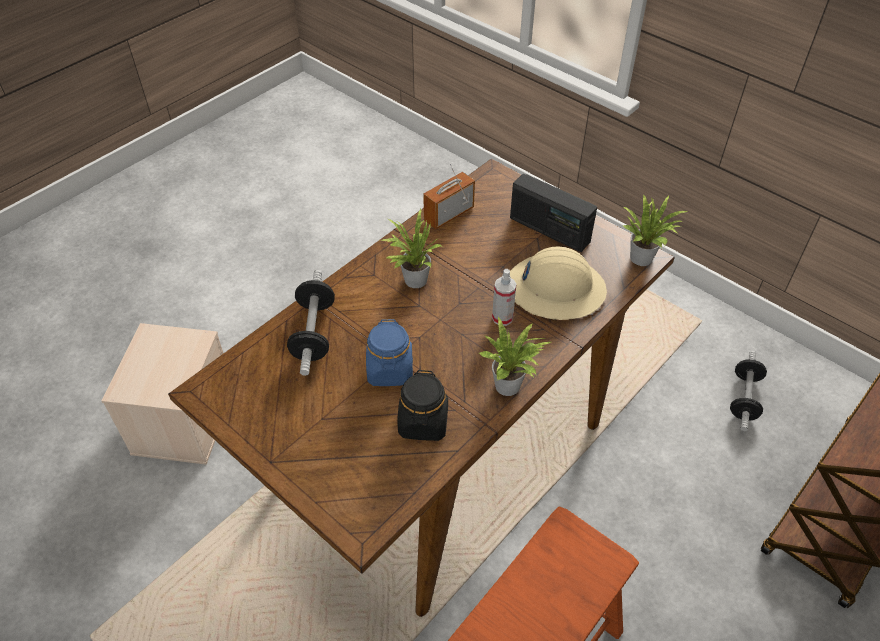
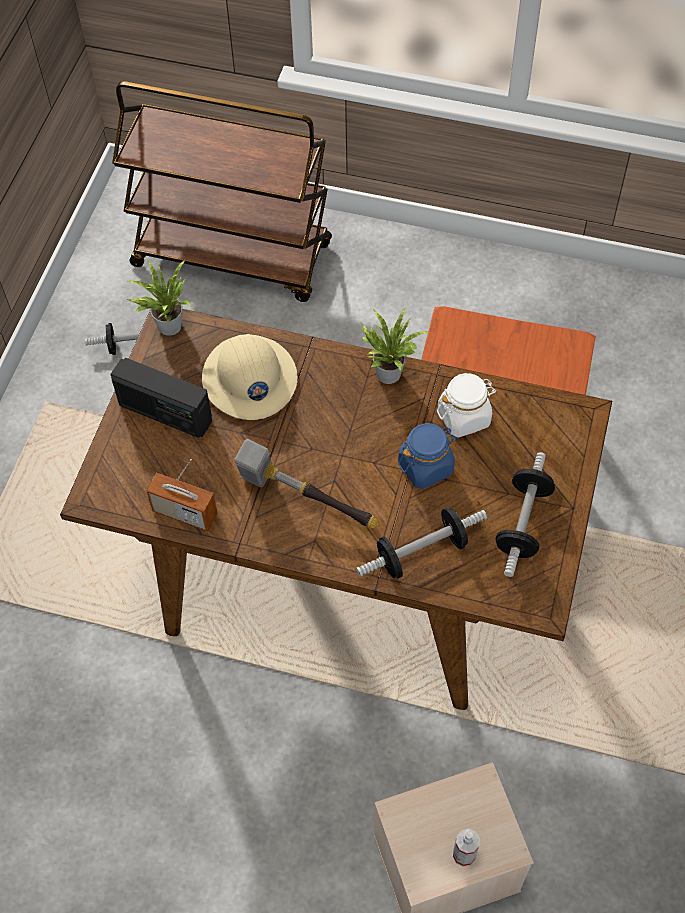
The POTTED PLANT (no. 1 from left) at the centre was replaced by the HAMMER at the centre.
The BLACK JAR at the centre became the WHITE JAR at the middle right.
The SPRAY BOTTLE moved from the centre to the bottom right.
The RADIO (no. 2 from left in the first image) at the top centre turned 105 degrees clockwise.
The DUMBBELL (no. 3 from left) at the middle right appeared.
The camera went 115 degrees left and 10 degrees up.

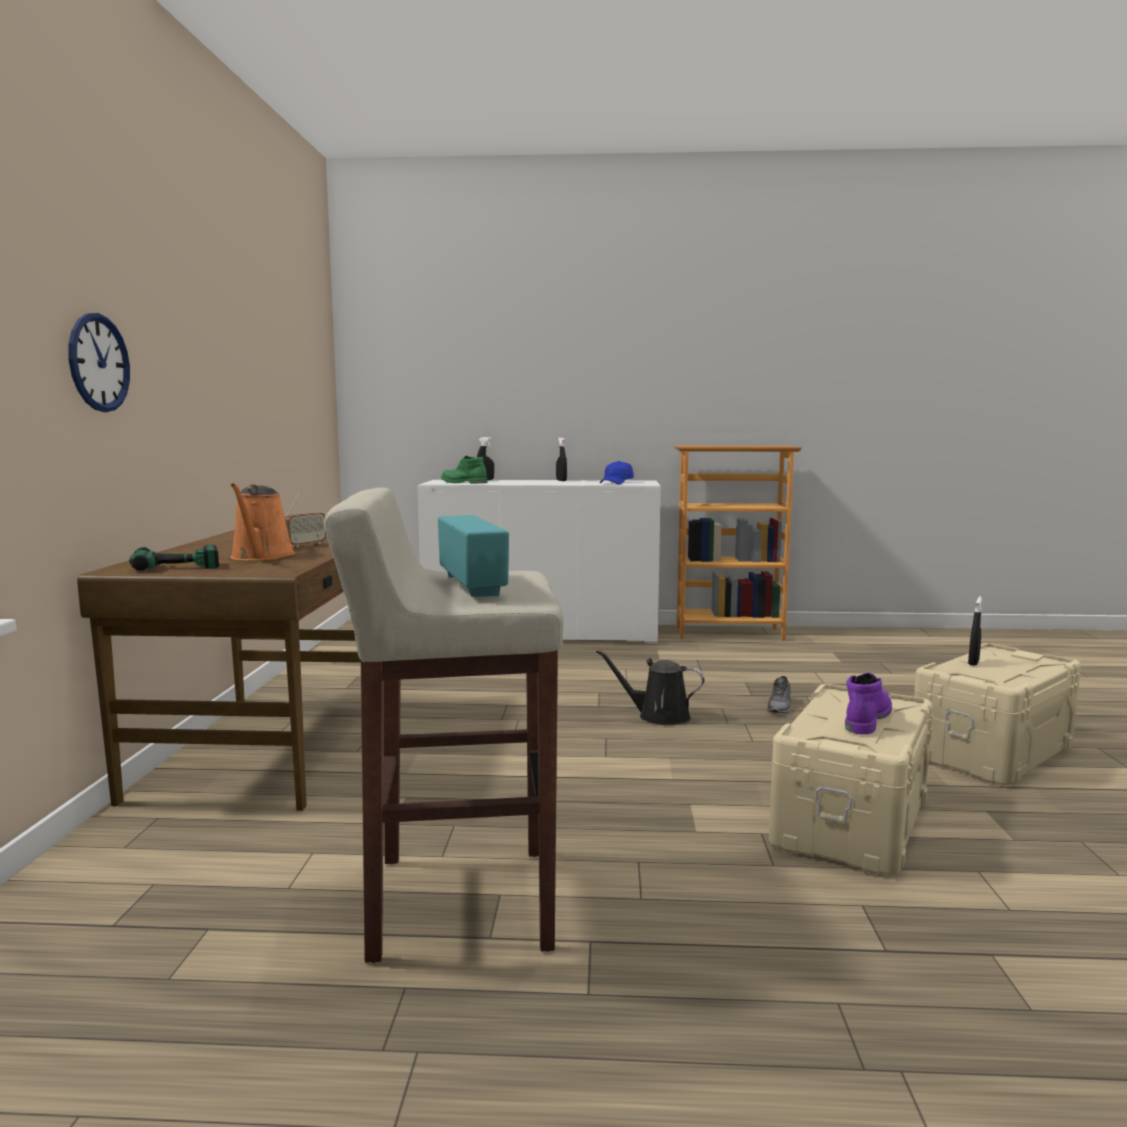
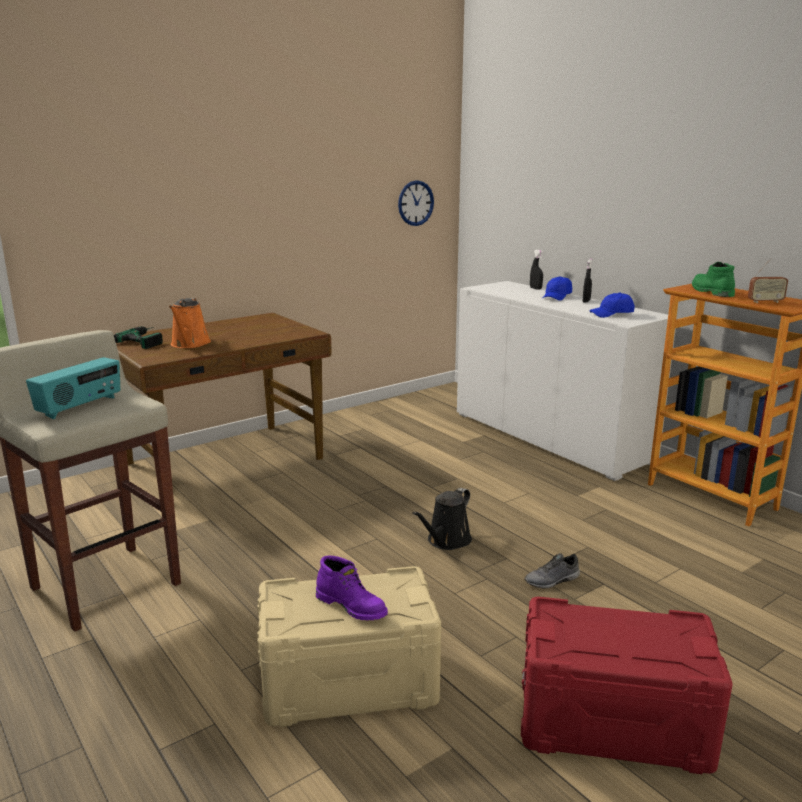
The WALL CLOCK moved from the top left to the top centre.
The ORANGE WATERING CAN at the middle left turned 45 degrees counterclockwise.
The RADIO (no. 1 from left in the first image) moved from the middle left to the middle right.
The GREEN BOOT moved from the centre to the middle right.
The BLACK WATERING CAN at the centre turned 120 degrees counterclockwise.
The PURPLE BOOT at the middle right turned 45 degrees clockwise.
The BEIGE STORAGE BOX (no. 2 from left) at the middle right became the RED STORAGE BOX at the bottom right.
The BLACK SPRAY BOTTLE (no. 3 from left) at the middle right disappeared.
The BLUE CAP (no. 1 from left) at the middle right appeared.
The camera went 50 degrees right and 10 degrees up.

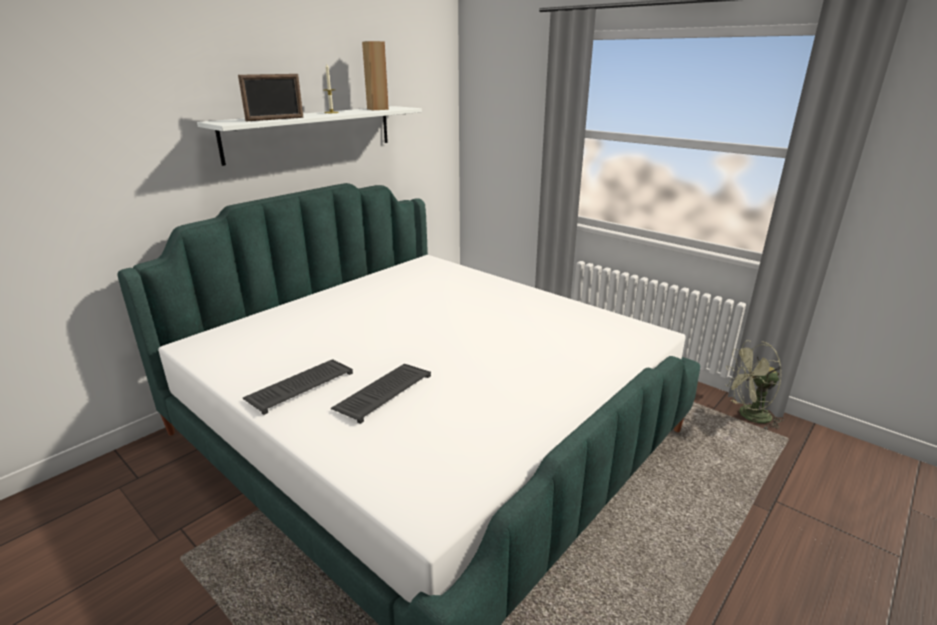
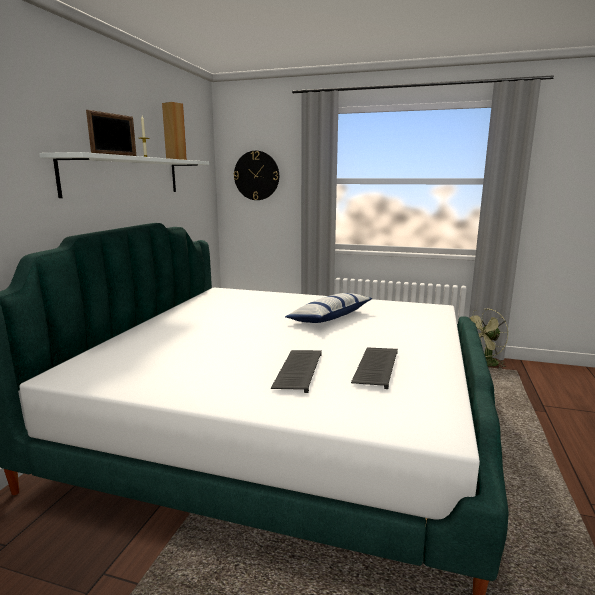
The KEYBOARD (no. 1 from left in the first image) moved from the middle left to the centre.
The WALL CLOCK at the top centre appeared.
The PILLOW at the centre appeared.
The camera went 25 degrees left and 10 degrees down.

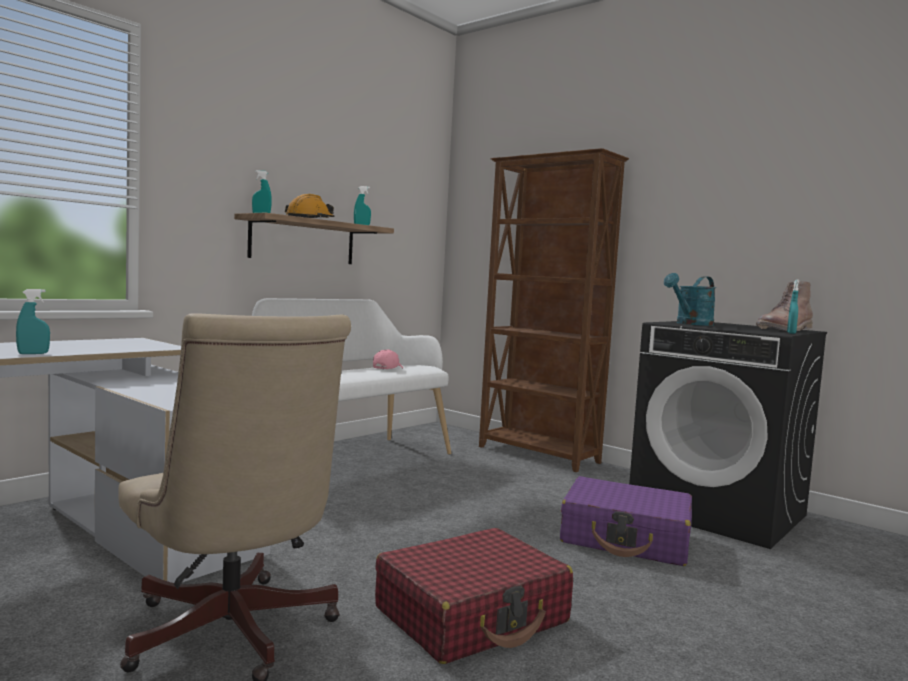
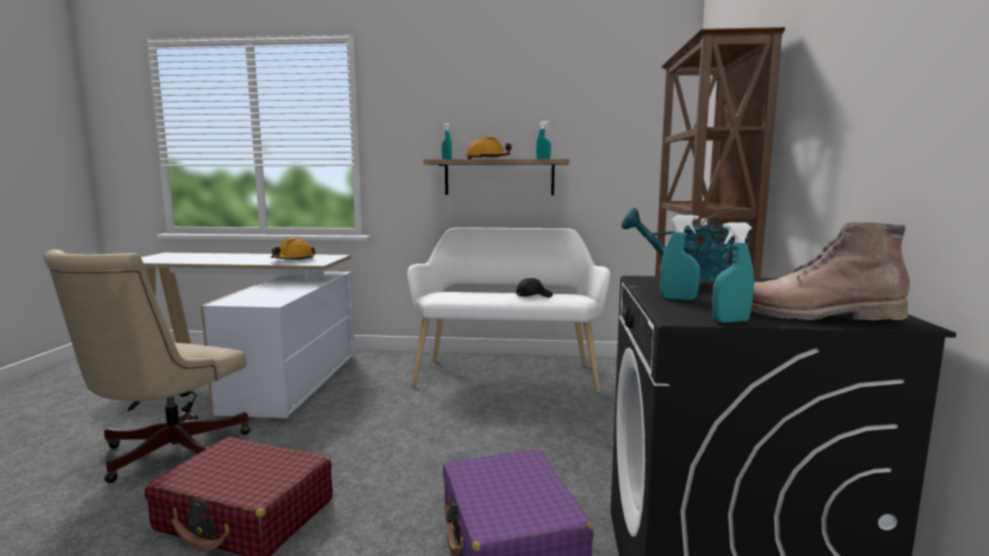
The TURQUOISE SPRAY BOTTLE (no. 1 from left in the first image) moved from the middle left to the middle right.
The PINK CAP at the centre became the BLACK CAP at the centre.
The ORANGE HARD HAT (no. 1 from left) at the middle left appeared.
The camera went 55 degrees right and 5 degrees up.

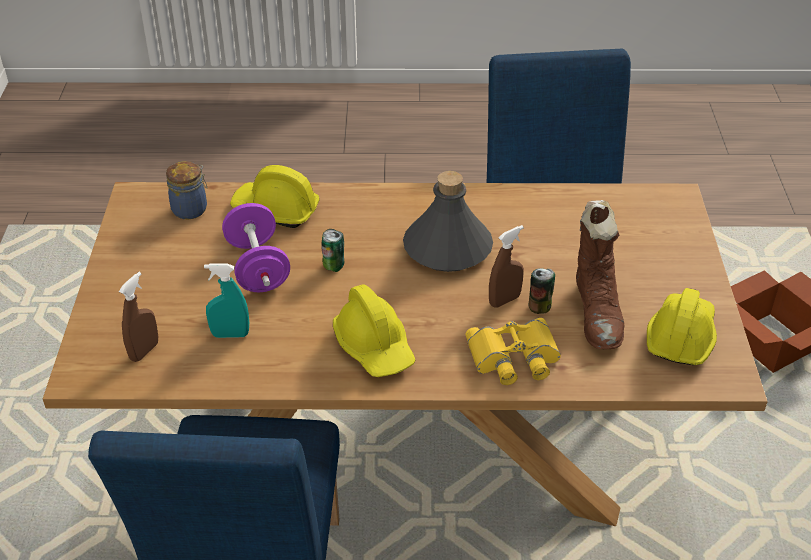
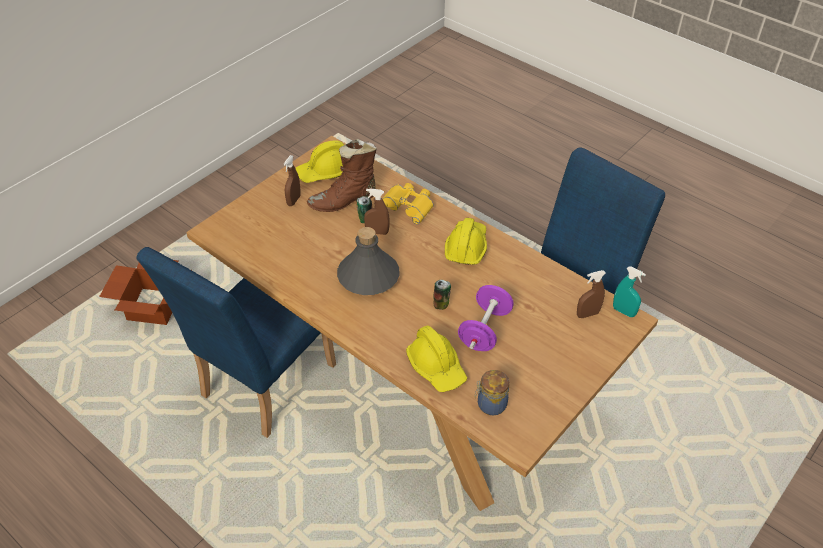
The TURQUOISE SPRAY BOTTLE moved from the middle left to the middle right.
The BROWN BOOT at the middle right turned 150 degrees counterclockwise.
The BROWN SPRAY BOTTLE (no. 1 from left) at the top centre appeared.
The camera went 140 degrees left and 5 degrees up.

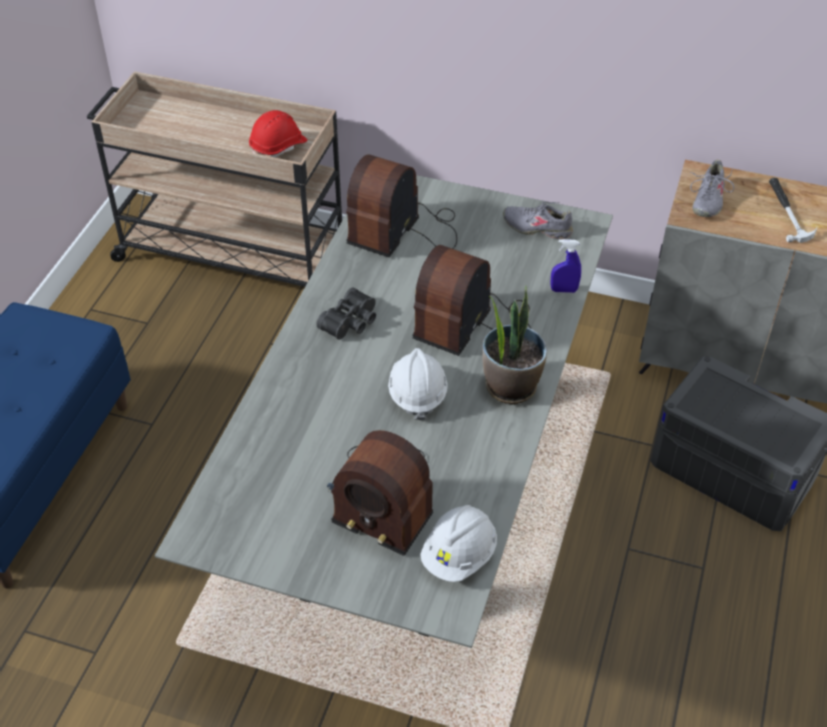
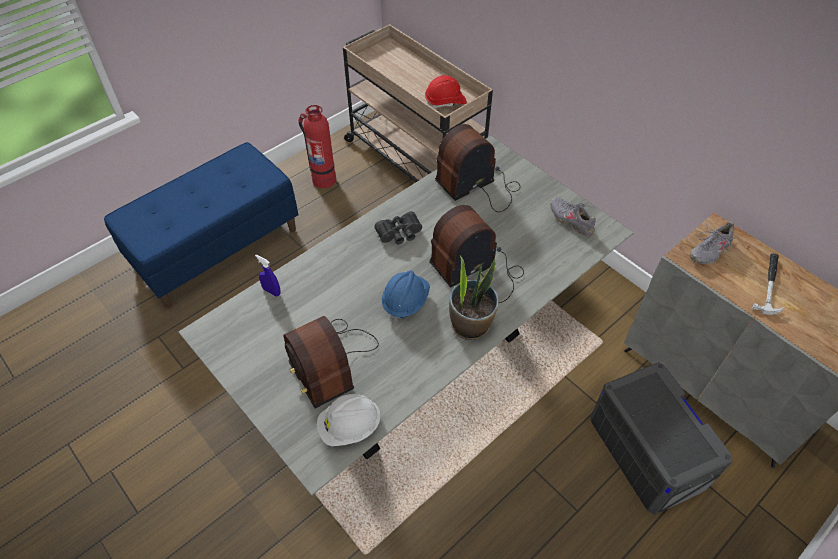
The WHITE HARD HAT (no. 1 from left) at the centre became the BLUE HARD HAT at the centre.
The BLUE SPRAY BOTTLE moved from the middle right to the middle left.
The FIRE EXTINGUISHER at the top centre appeared.
The camera went 30 degrees right and 5 degrees up.

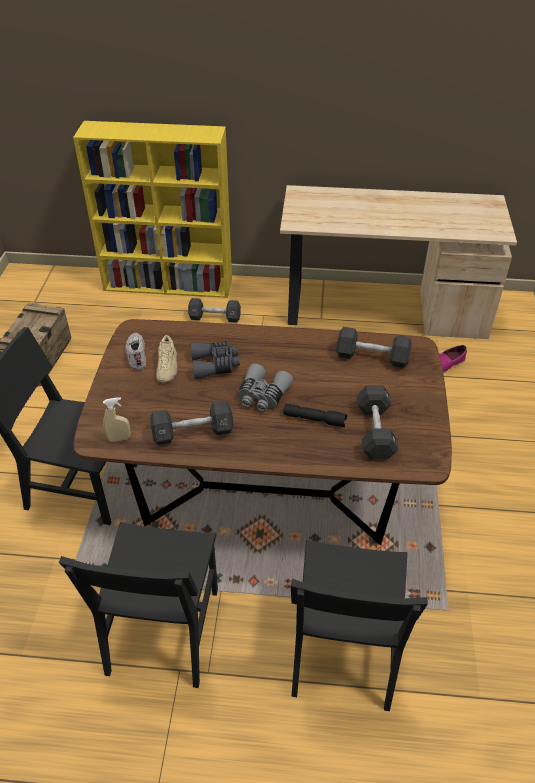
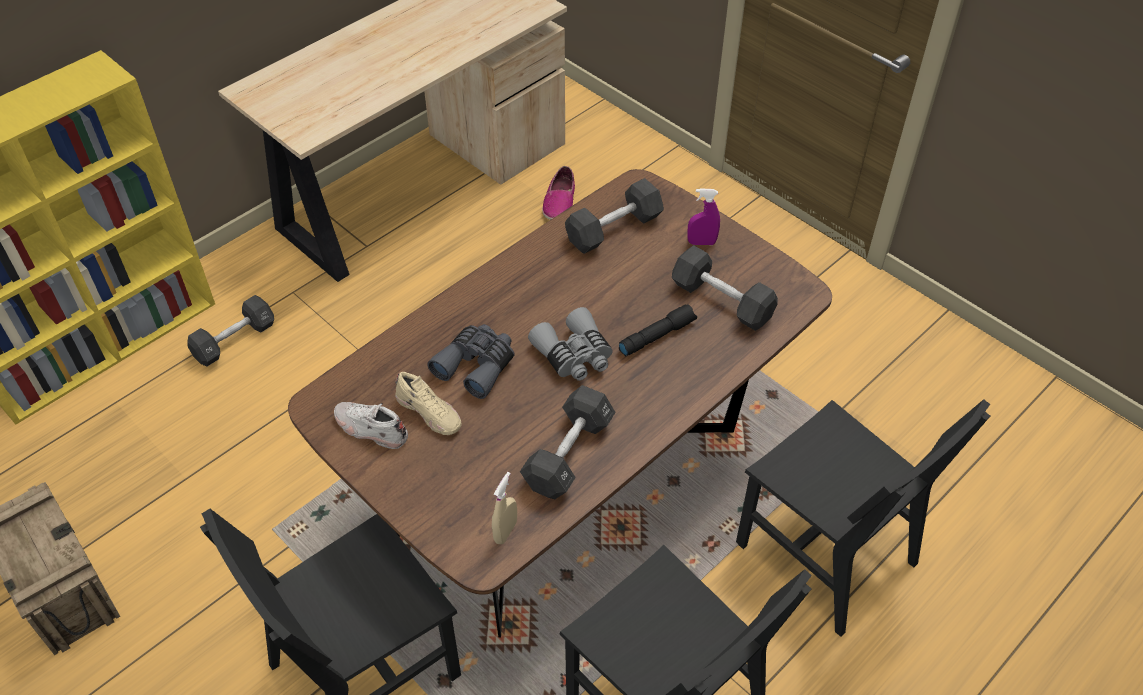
The PURPLE SPRAY BOTTLE at the top centre appeared.
The camera went 50 degrees left and 5 degrees up.

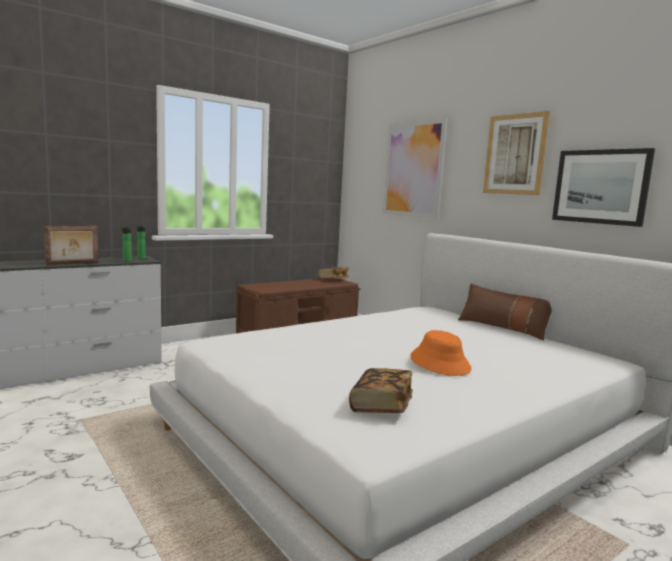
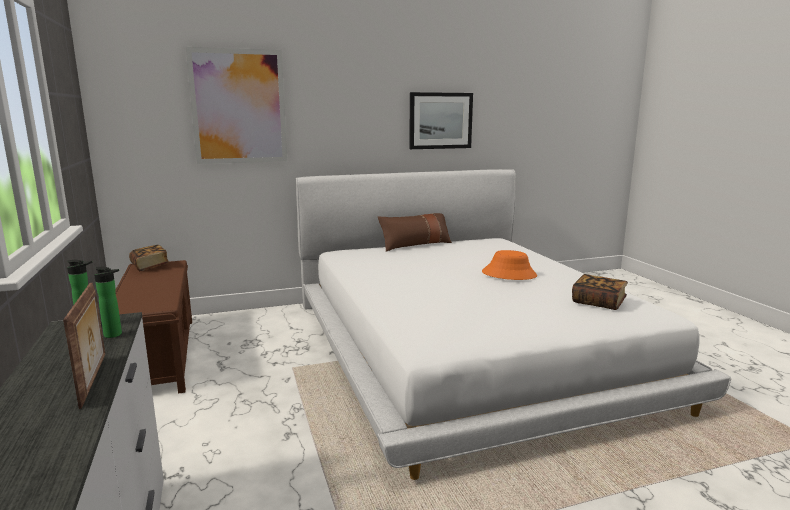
The PICTURE (no. 2 from left) at the top right disappeared.
The camera went 70 degrees left and 5 degrees up.

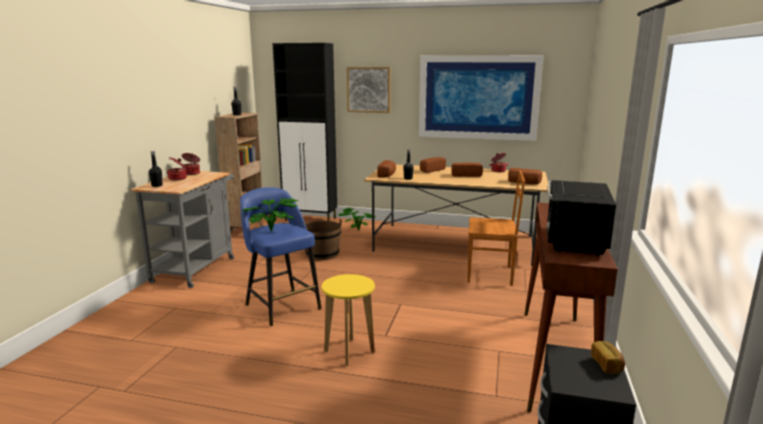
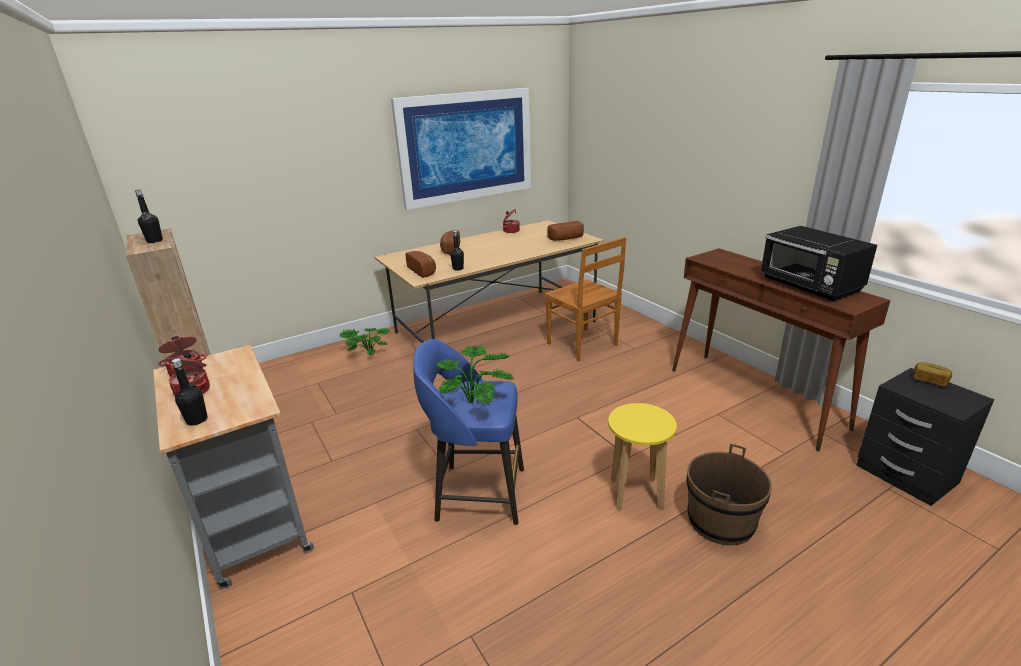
The BLACK CABINET at the top centre disappeared.
The BROWN BUCKET moved from the centre to the bottom right.
The PICTURE (no. 1 from left) at the top centre disappeared.
The BREAD (no. 3 from left) at the centre disappeared.
The BROWN CHAIR at the centre turned 90 degrees clockwise.
The camera went 45 degrees left and 10 degrees up.

